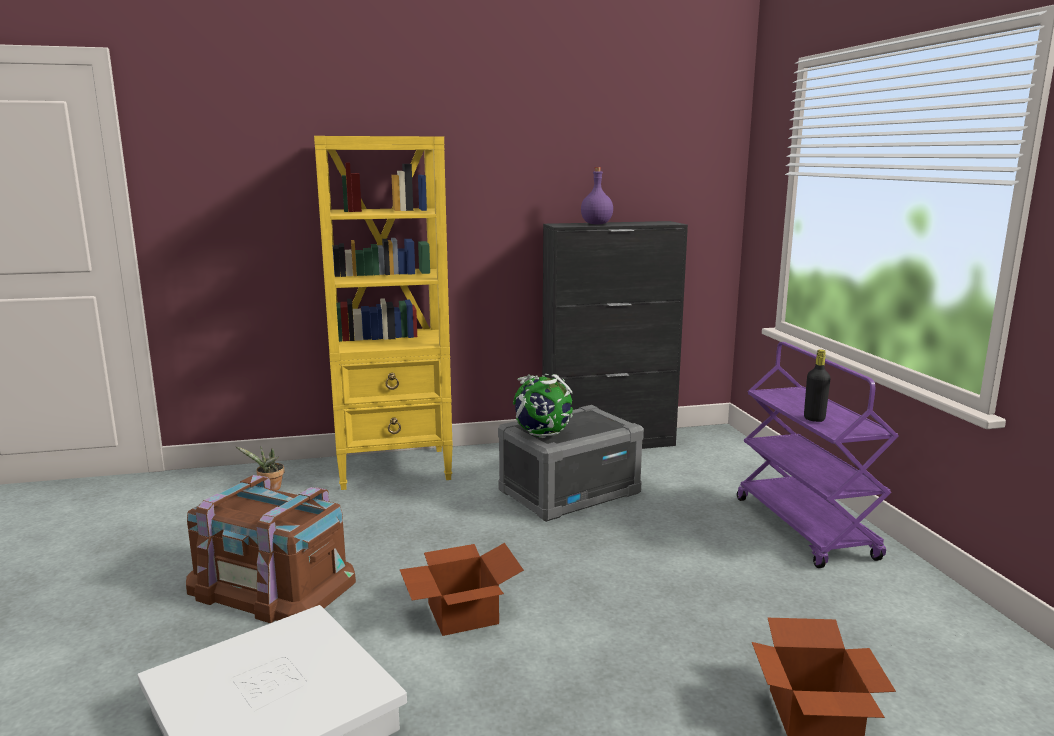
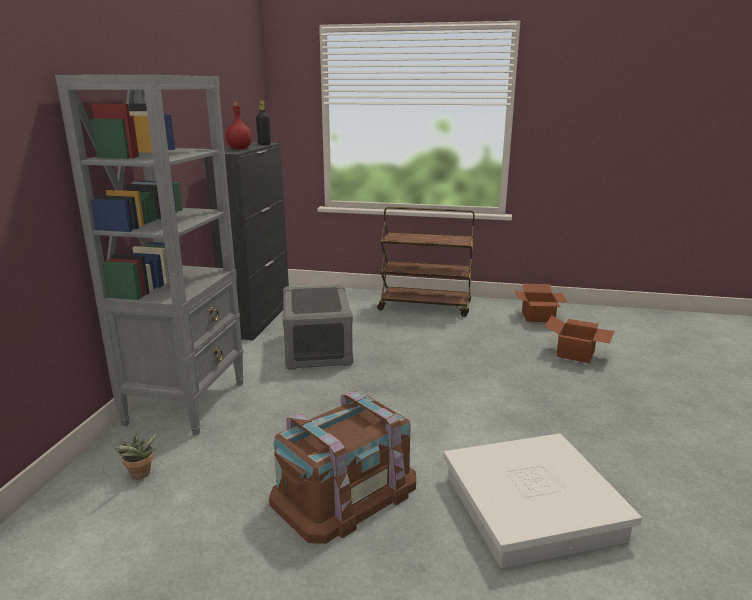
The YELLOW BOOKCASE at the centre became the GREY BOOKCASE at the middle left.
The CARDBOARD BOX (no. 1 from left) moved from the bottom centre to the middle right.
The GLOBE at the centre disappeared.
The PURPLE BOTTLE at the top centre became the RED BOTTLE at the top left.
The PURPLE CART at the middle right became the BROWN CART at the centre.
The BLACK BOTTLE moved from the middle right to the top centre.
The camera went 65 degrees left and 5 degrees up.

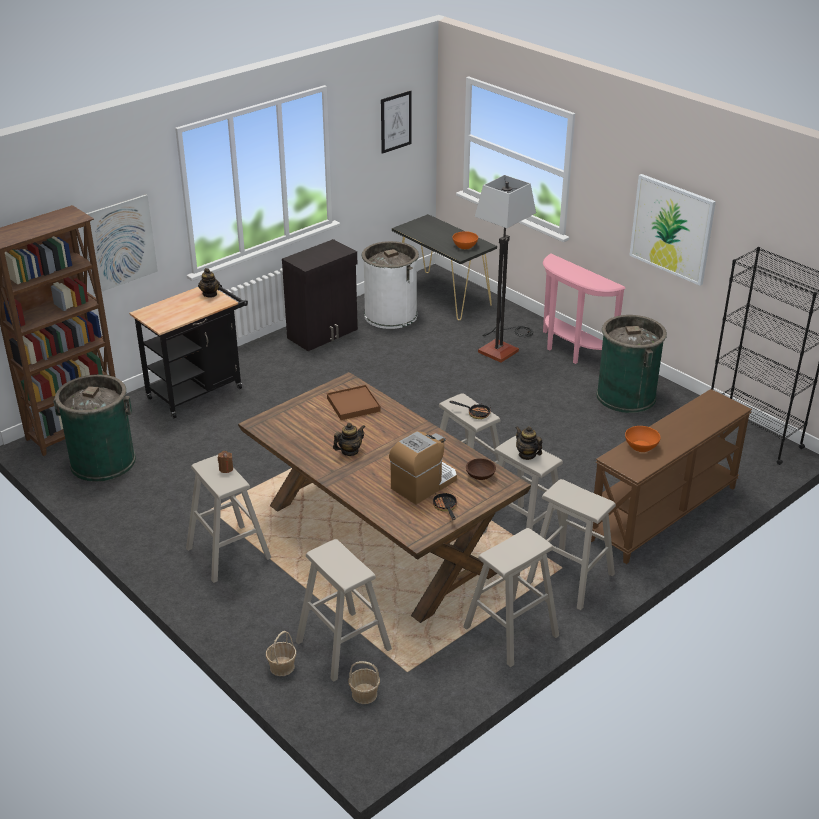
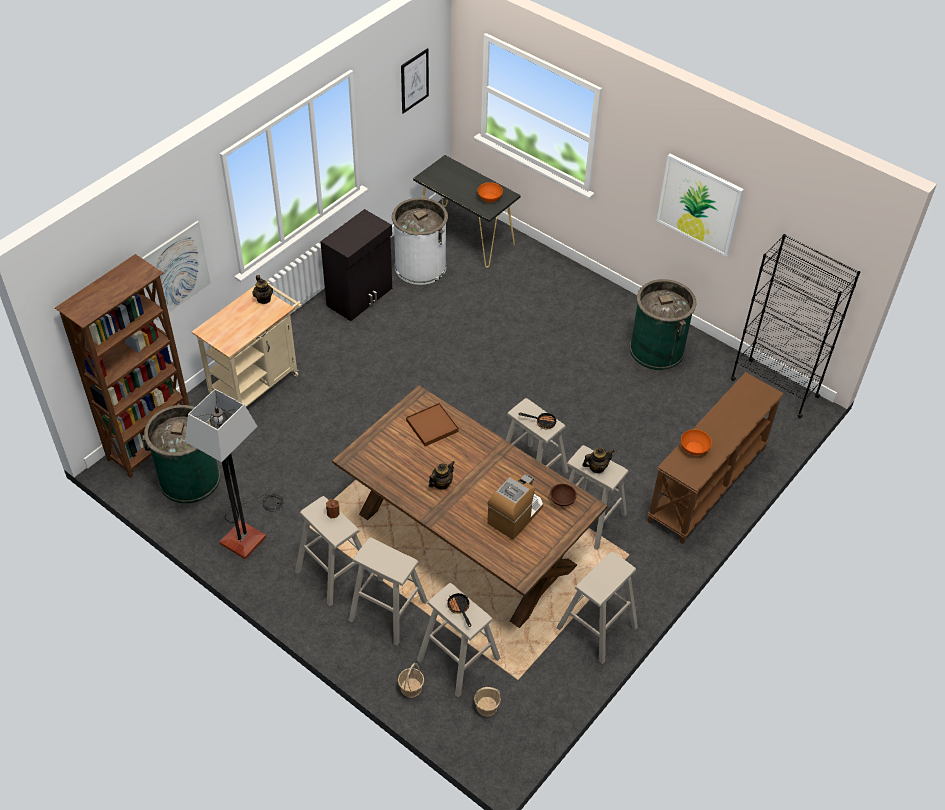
The BLACK CART at the middle left became the BEIGE CART at the middle left.
The FRYING PAN (no. 1 from left) moved from the centre to the bottom centre.
The FLOOR LAMP moved from the top centre to the middle left.
The TEAPOT (no. 3 from left) at the centre turned 120 degrees clockwise.
The BEIGE STOOL (no. 6 from left in the first image) moved from the middle right to the bottom centre.
The PINK CONSOLE TABLE at the middle right disappeared.
The camera went 10 degrees left and 15 degrees up.

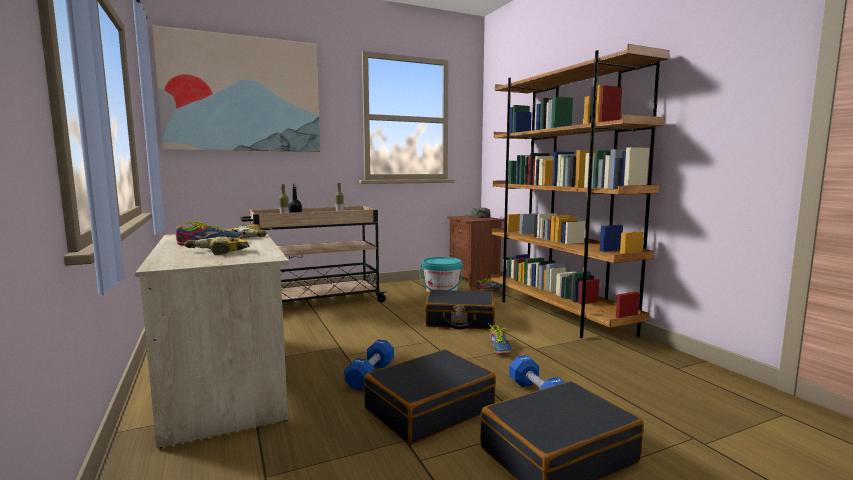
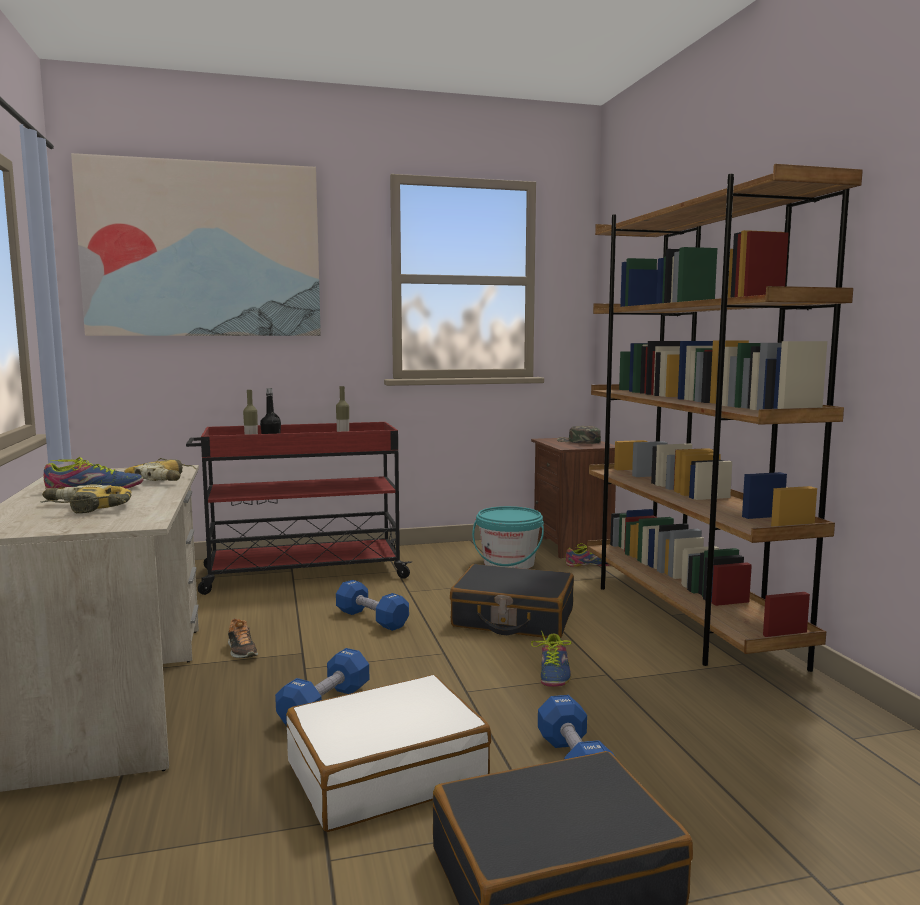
The BEIGE CART at the centre became the RED CART at the middle left.
The BLACK SUITCASE (no. 1 from left) at the bottom centre became the WHITE SUITCASE at the bottom centre.
The SHOE (no. 2 from left) at the bottom left appeared.
The BLUE DUMBBELL (no. 2 from left) at the bottom centre appeared.
The camera went 10 degrees right and 0 degrees up.

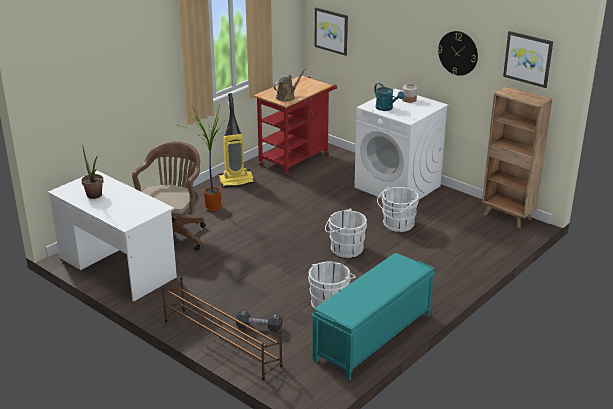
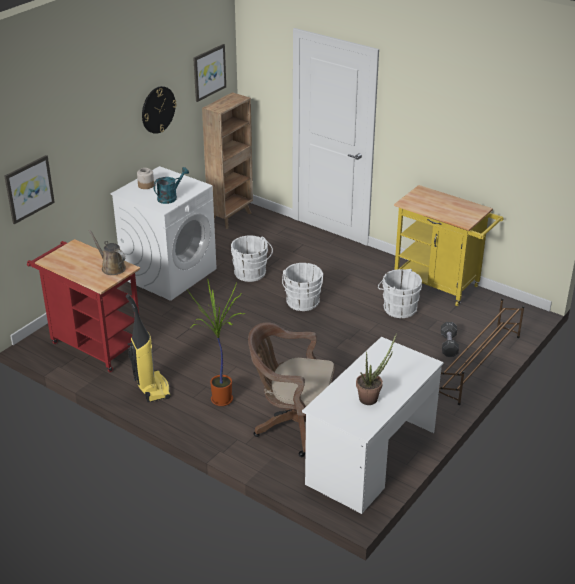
The TURQUOISE BENCH at the bottom centre was replaced by the YELLOW CART at the middle right.
The camera went 95 degrees left and 5 degrees up.

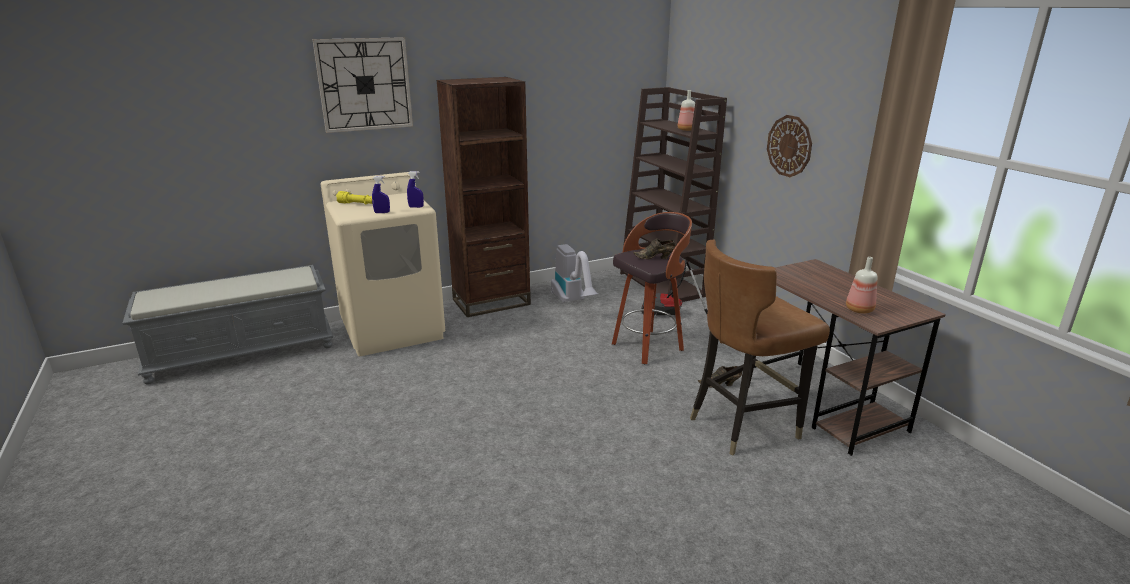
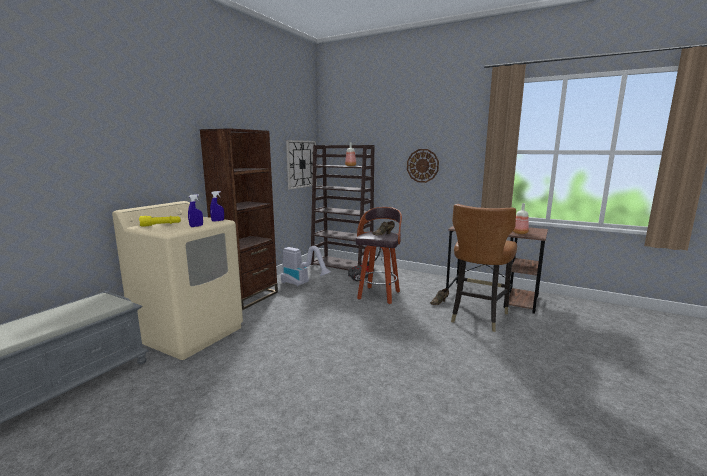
The WALL CLOCK (no. 1 from left) moved from the top left to the centre.
The camera went 35 degrees left and 10 degrees down.

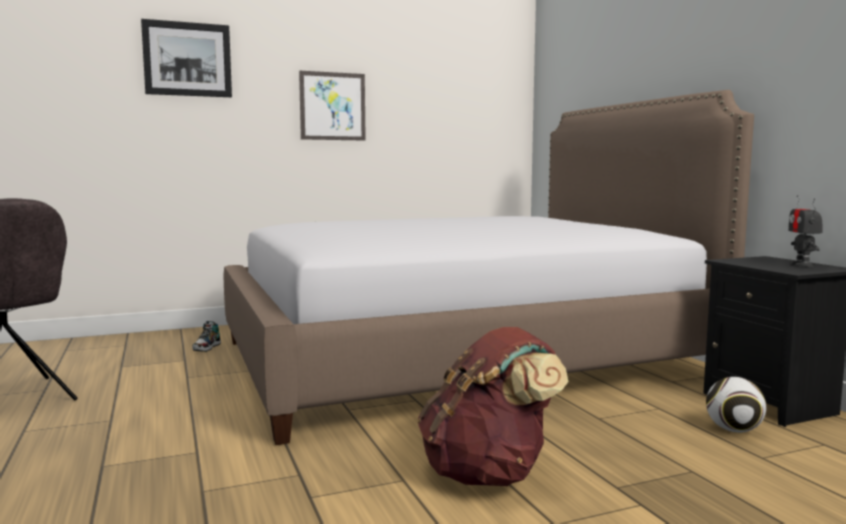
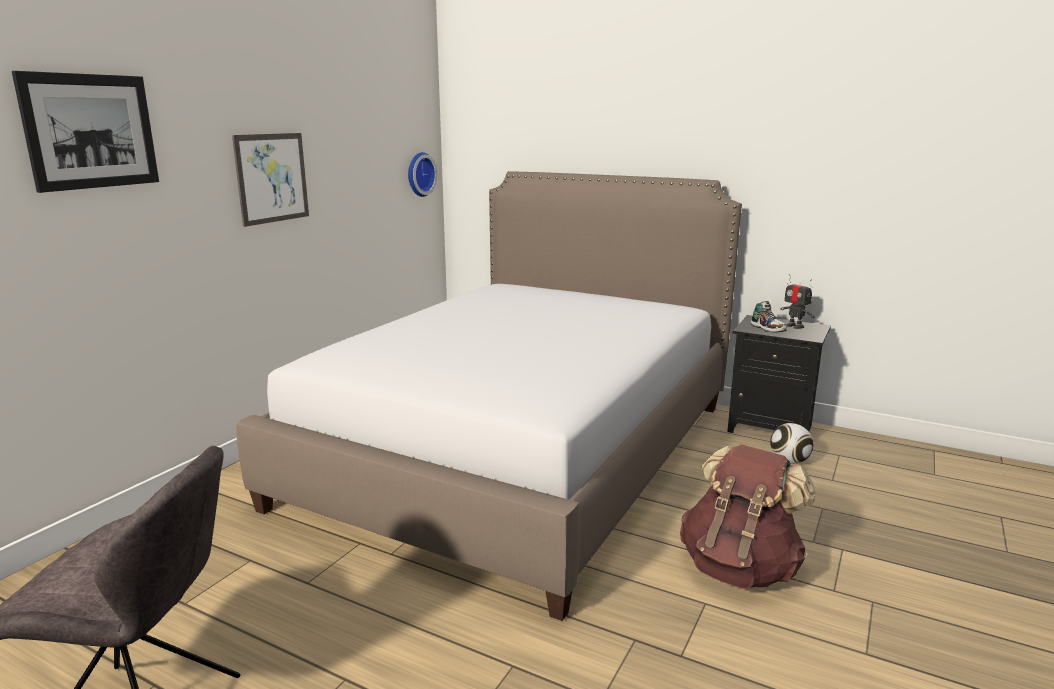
The SHOE moved from the middle left to the middle right.
The WALL CLOCK at the top centre appeared.
The camera went 40 degrees left and 10 degrees up.

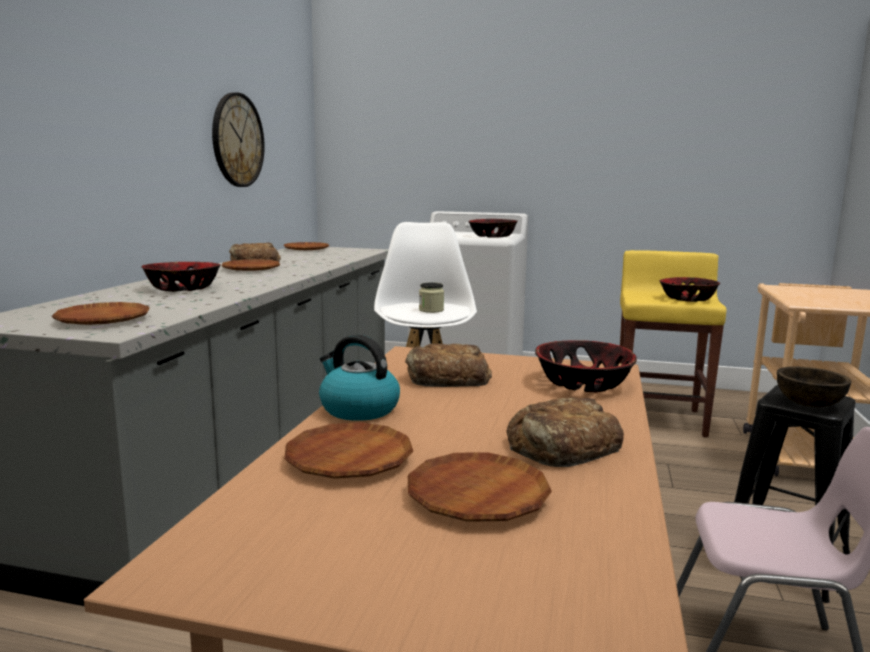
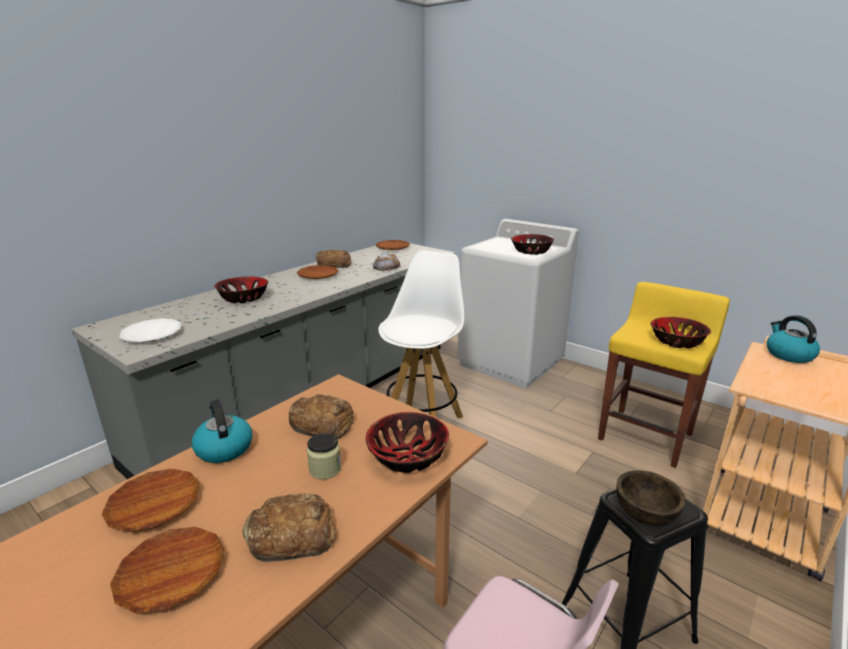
The BROWN PLATE (no. 1 from left) at the middle left became the WHITE PLATE at the middle left.
The WALL CLOCK at the top left disappeared.
The JAR moved from the centre to the bottom centre.
The BREAD (no. 4 from left) at the centre appeared.
The KETTLE (no. 2 from left) at the middle right appeared.
The camera went 25 degrees right and 10 degrees up.

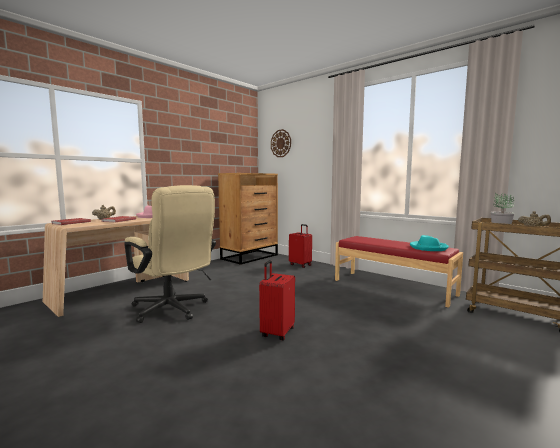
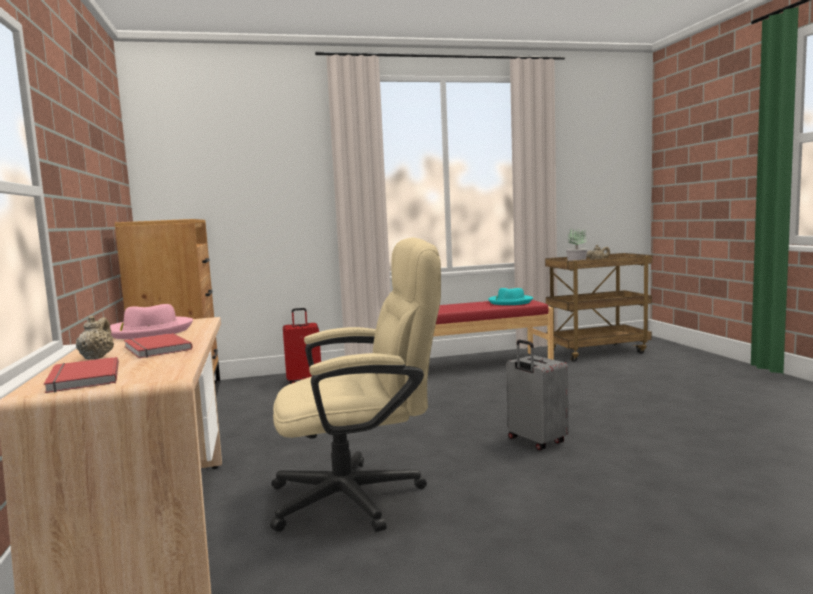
The RED SUITCASE (no. 1 from left) at the bottom centre became the GREY SUITCASE at the centre.
The WALL CLOCK at the top centre disappeared.
The camera went 55 degrees left and 0 degrees up.

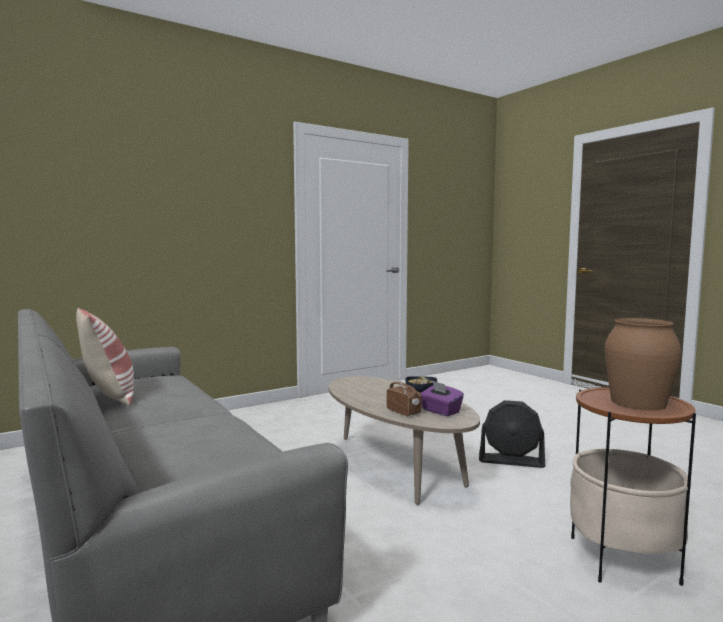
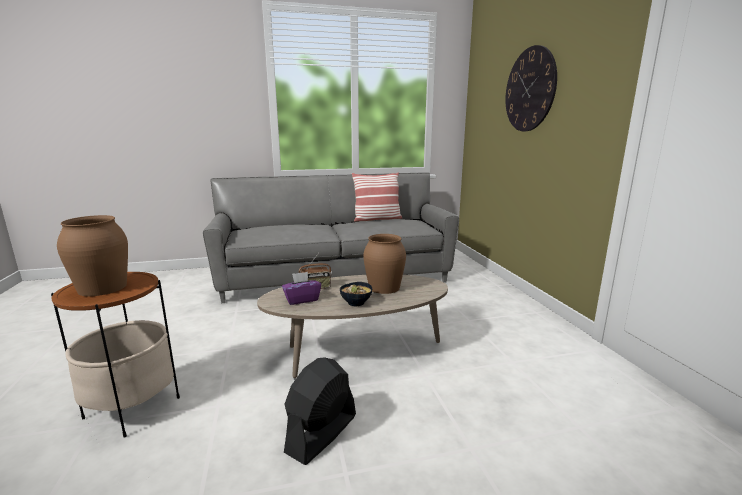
The BROWN VASE (no. 2 from left) at the centre appeared.
The WALL CLOCK at the top right appeared.
The camera went 110 degrees right and 10 degrees up.

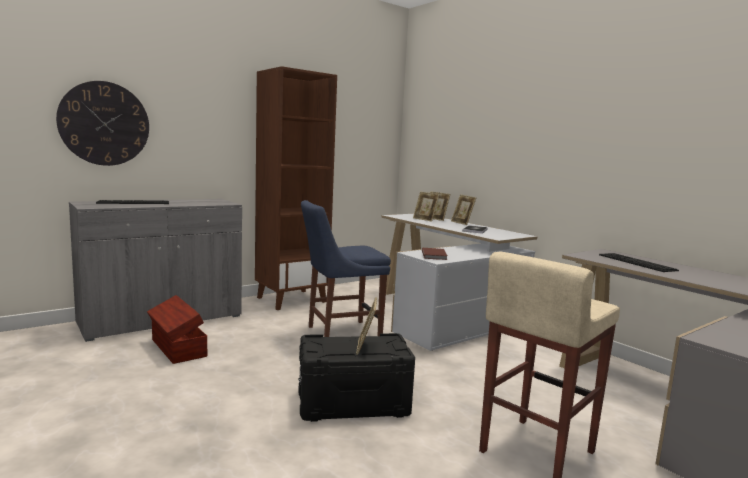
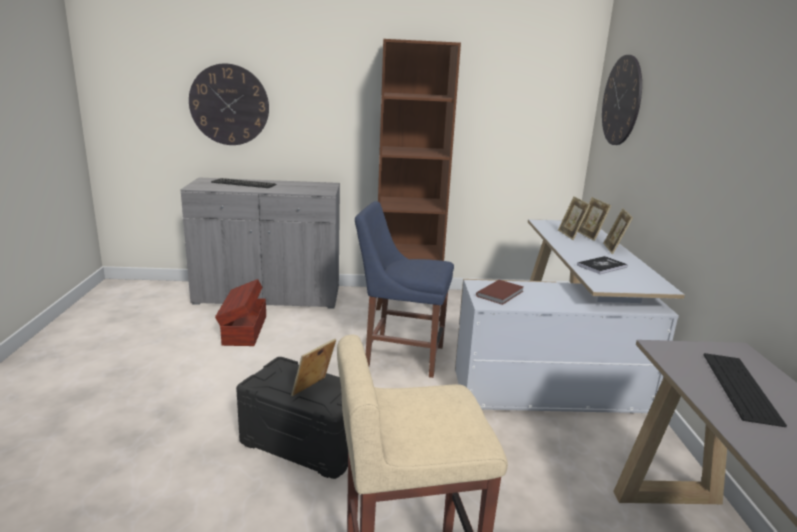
The WALL CLOCK (no. 2 from left) at the top right appeared.
The camera went 35 degrees right and 10 degrees up.

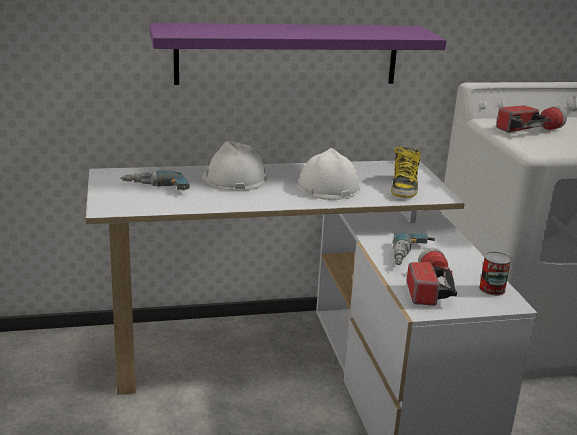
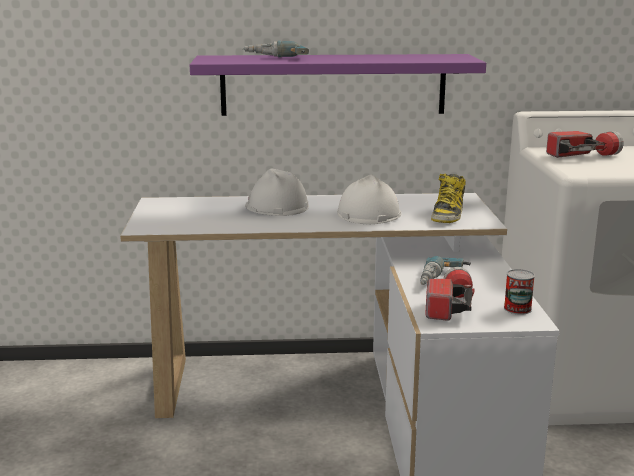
The POWER DRILL (no. 1 from left) moved from the middle left to the top centre.
The camera went 10 degrees right and 5 degrees down.

